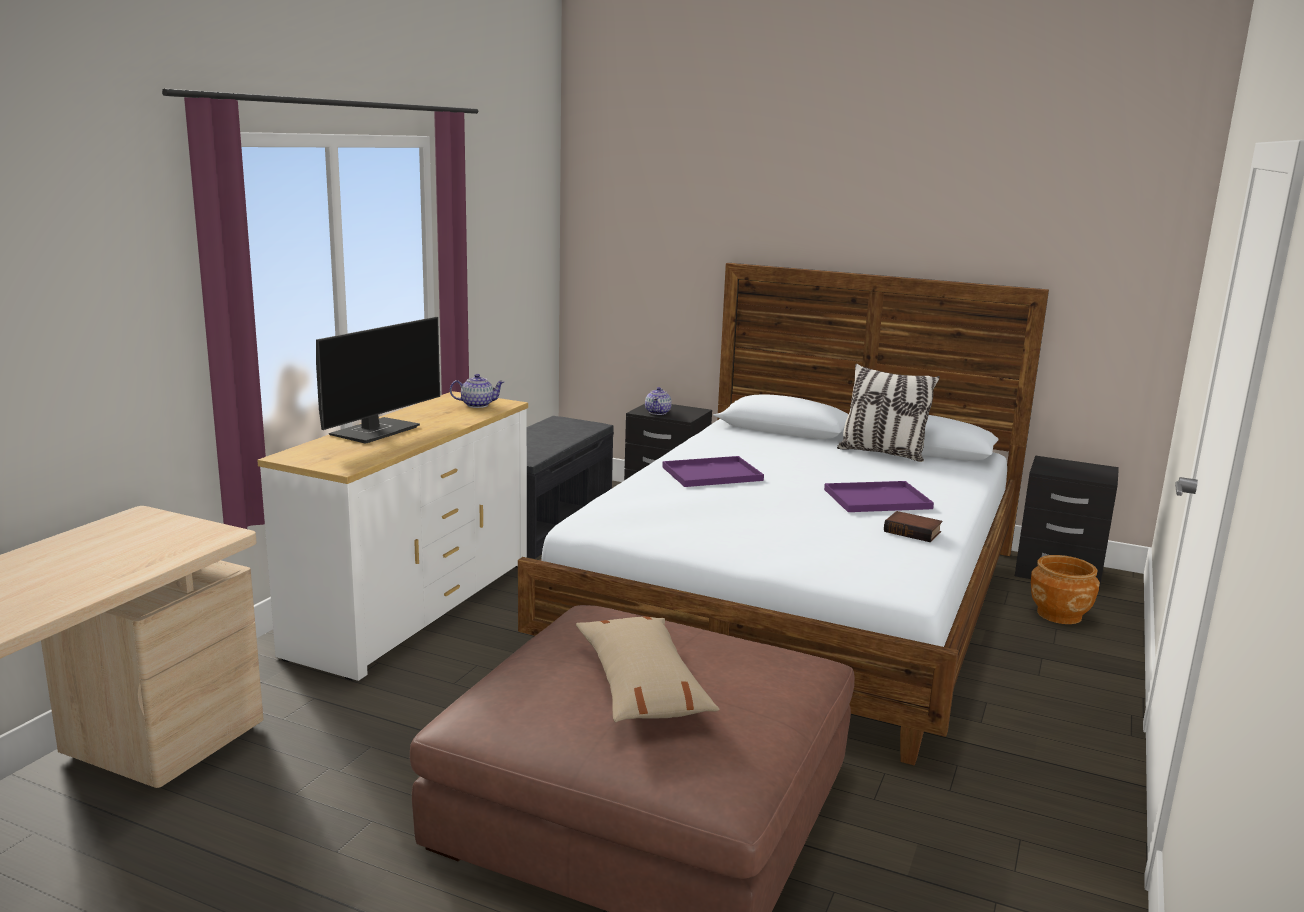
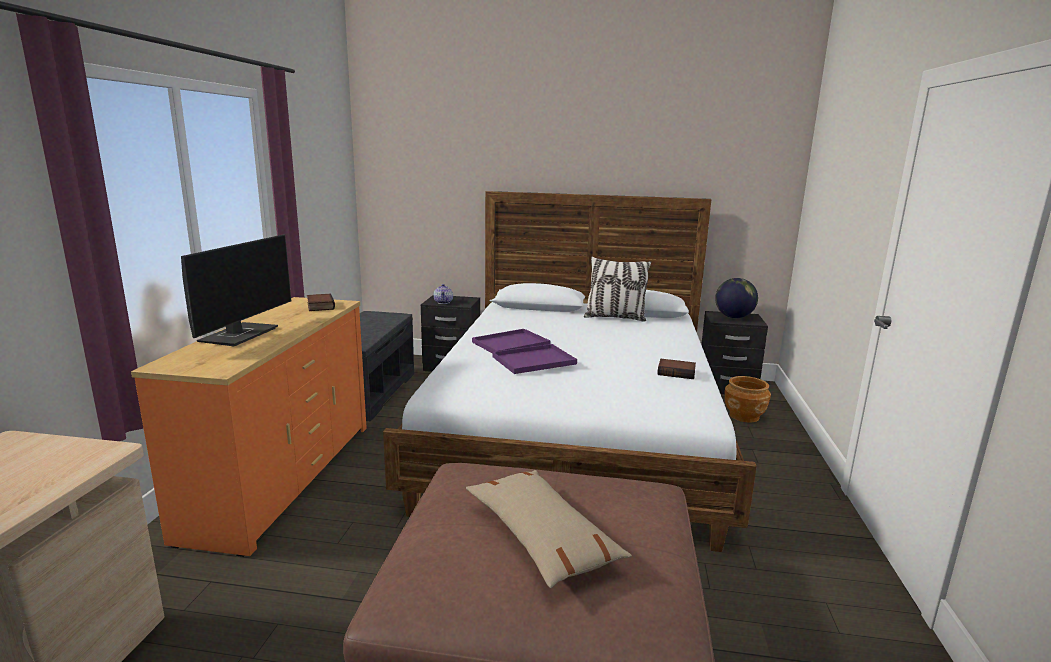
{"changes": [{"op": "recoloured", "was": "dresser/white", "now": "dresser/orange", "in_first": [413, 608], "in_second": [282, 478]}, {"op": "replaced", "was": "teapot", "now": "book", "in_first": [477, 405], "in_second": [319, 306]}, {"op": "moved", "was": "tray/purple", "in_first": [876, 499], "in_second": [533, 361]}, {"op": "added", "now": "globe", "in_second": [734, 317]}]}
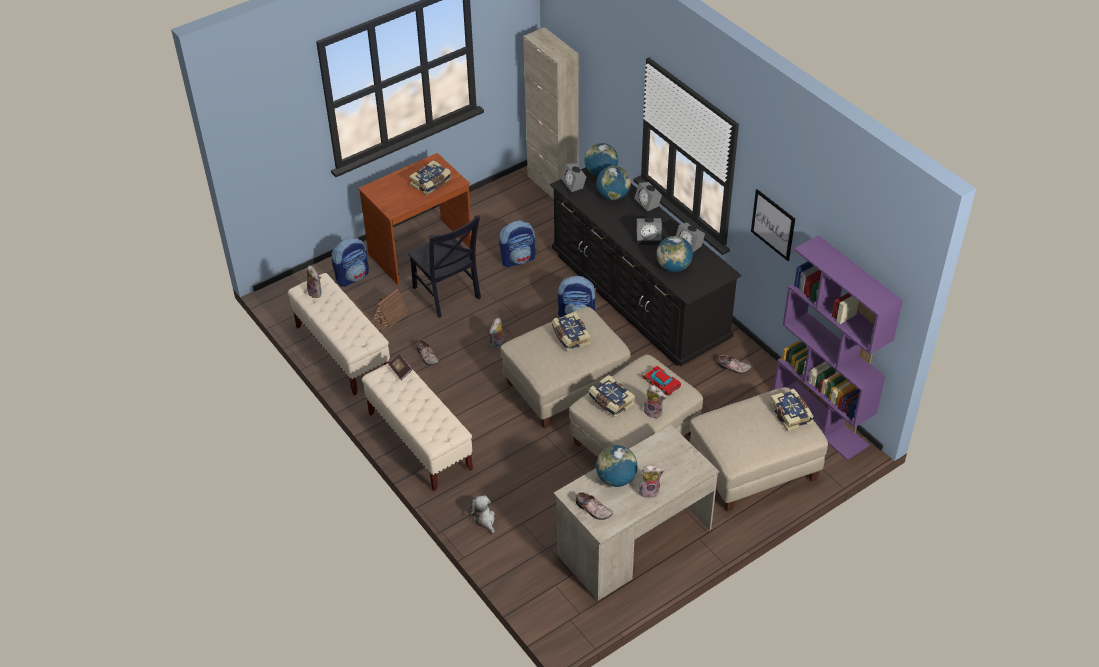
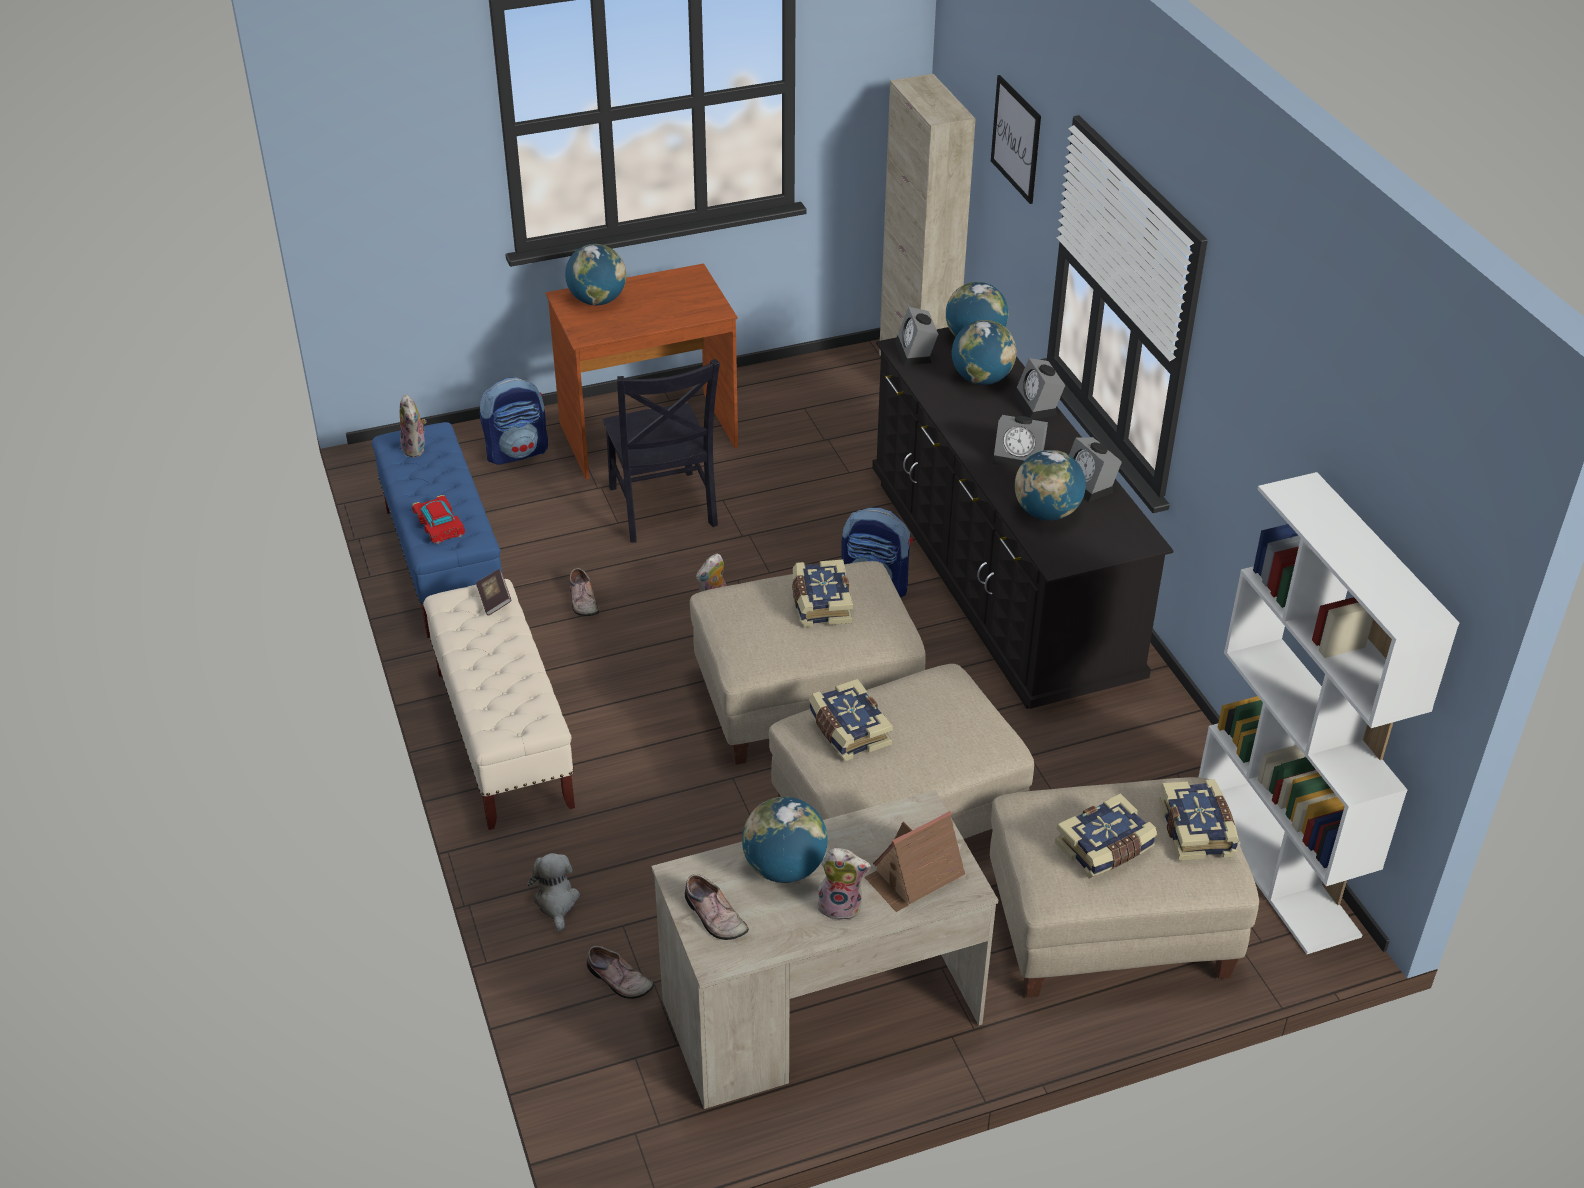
{"changes": [{"op": "recoloured", "was": "bench/beige", "now": "bench/blue", "in_first": [342, 351], "in_second": [444, 564]}, {"op": "moved", "was": "toy house", "in_first": [389, 317], "in_second": [914, 877]}, {"op": "moved", "was": "book", "in_first": [431, 183], "in_second": [1105, 848]}, {"op": "removed", "was": "backpack", "in_first": [518, 259]}, {"op": "moved", "was": "toy car", "in_first": [661, 383], "in_second": [438, 524]}, {"op": "removed", "was": "plush toy", "in_first": [654, 412]}, {"op": "moved", "was": "shoe", "in_first": [733, 368], "in_second": [618, 980]}, {"op": "moved", "was": "picture", "in_first": [773, 224], "in_second": [1016, 139]}, {"op": "recoloured", "was": "bookcase/purple", "now": "bookcase/white", "in_first": [821, 419], "in_second": [1276, 865]}, {"op": "added", "now": "globe", "in_second": [597, 300]}]}
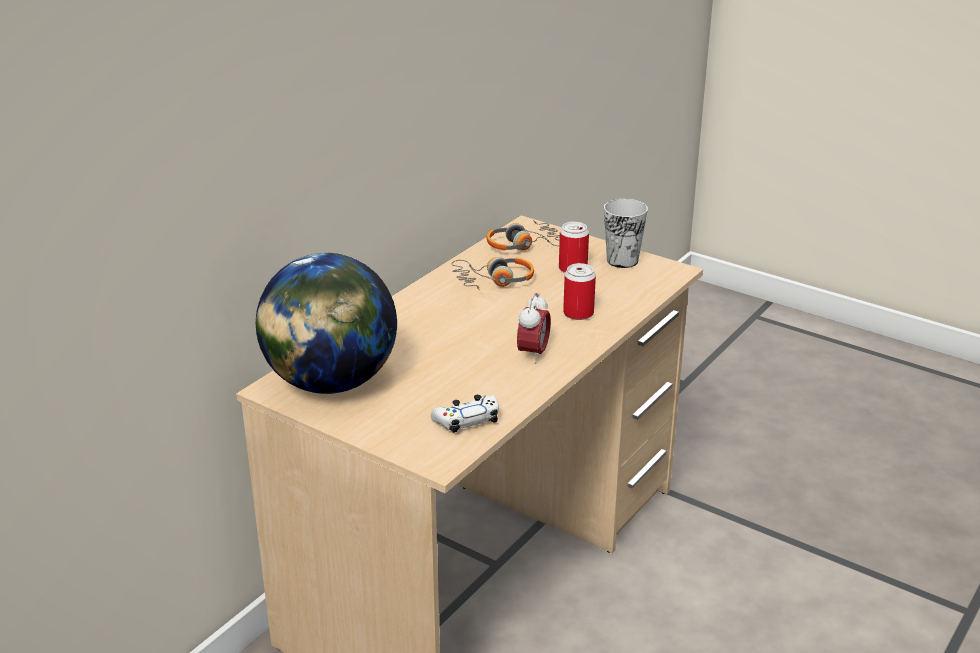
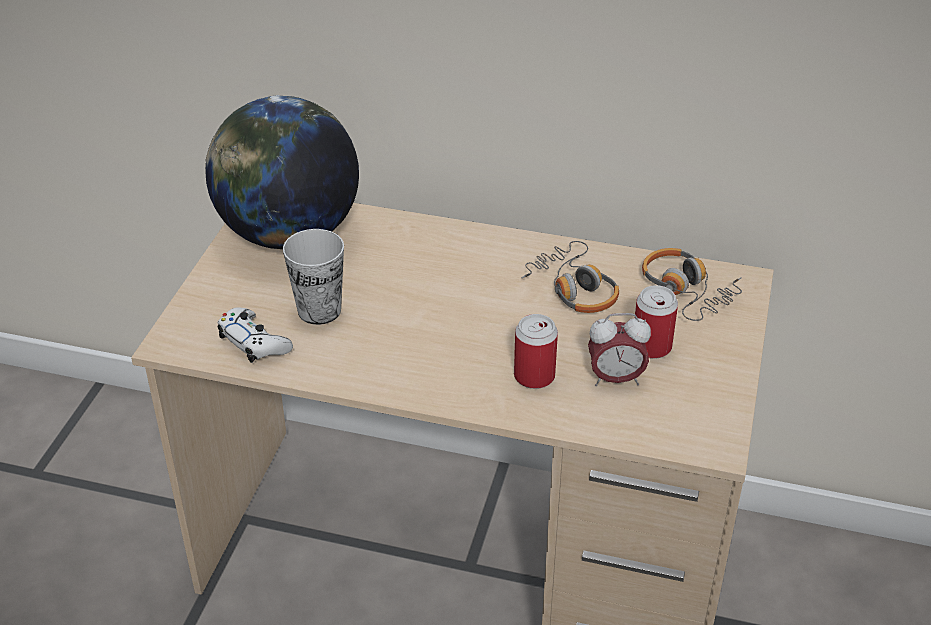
{"changes": [{"op": "moved", "was": "alarm clock", "in_first": [533, 354], "in_second": [615, 379]}, {"op": "moved", "was": "cup", "in_first": [622, 260], "in_second": [319, 310]}]}
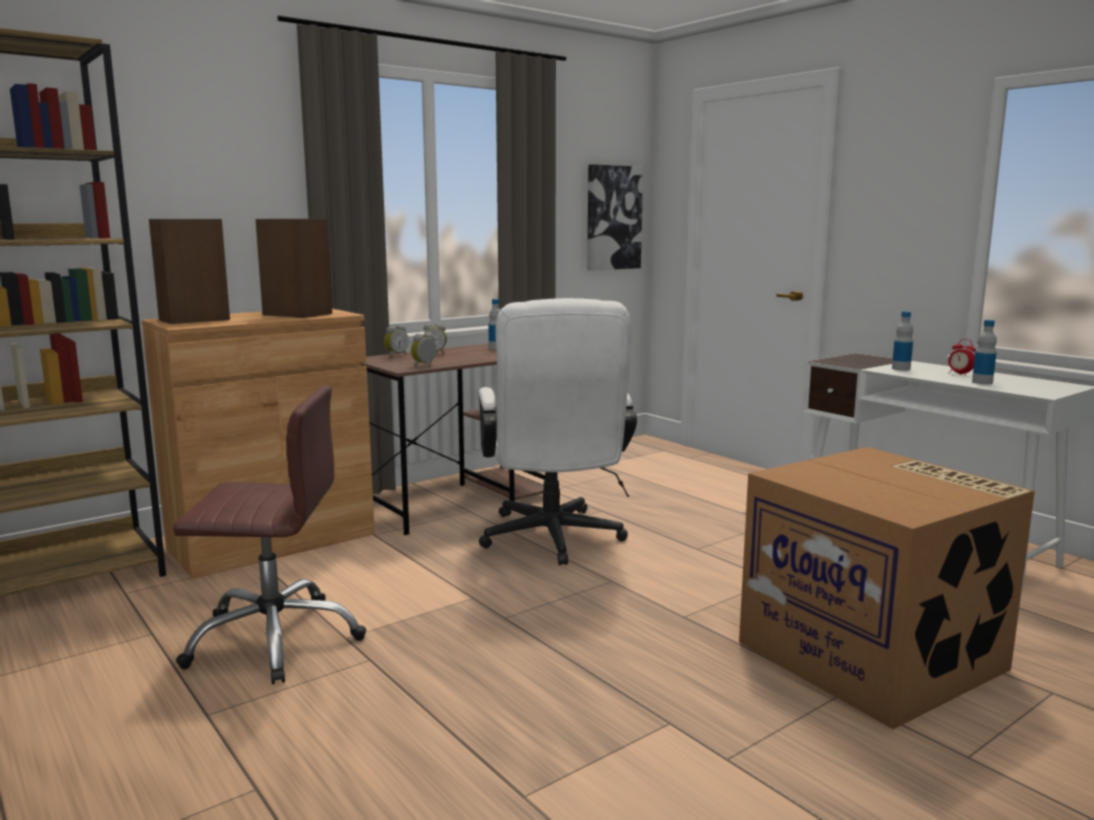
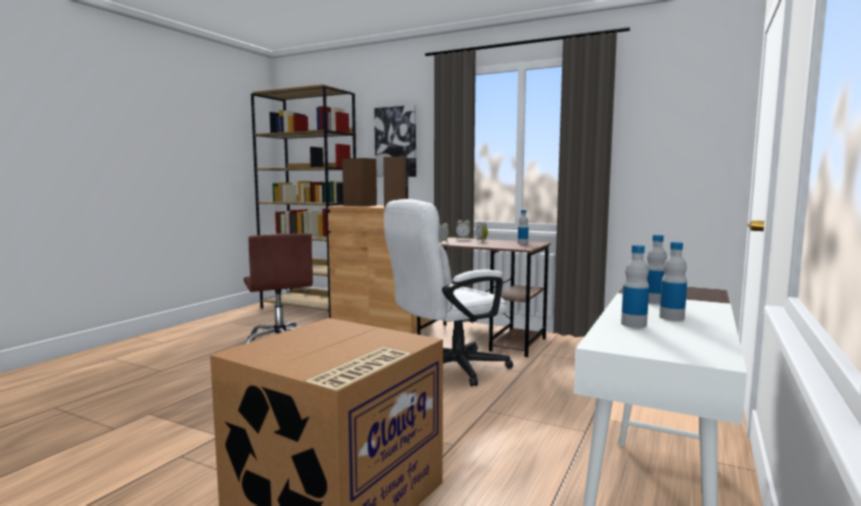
{"changes": [{"op": "moved", "was": "picture", "in_first": [613, 218], "in_second": [396, 142]}, {"op": "replaced", "was": "alarm clock", "now": "bottle", "in_first": [959, 374], "in_second": [671, 317]}]}
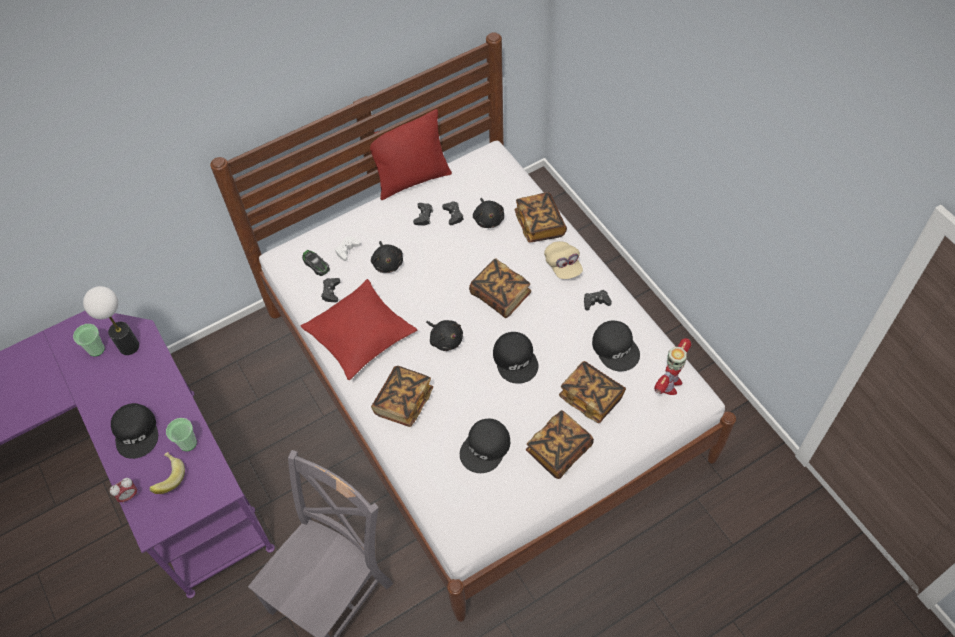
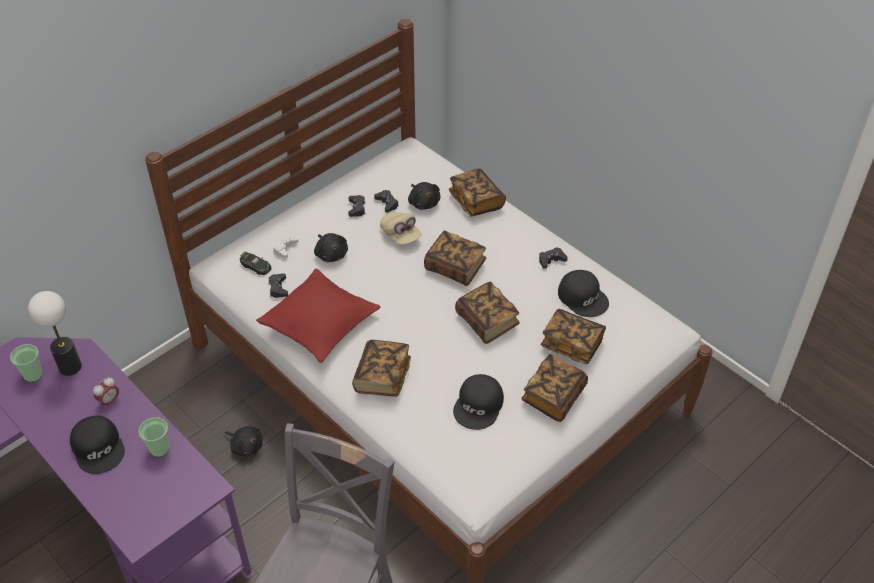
{"changes": [{"op": "moved", "was": "alarm clock", "in_first": [129, 496], "in_second": [109, 401]}, {"op": "removed", "was": "banana", "in_first": [168, 477]}, {"op": "removed", "was": "pillow/red", "in_first": [412, 179]}, {"op": "moved", "was": "plush toy/black", "in_first": [445, 339], "in_second": [246, 446]}, {"op": "replaced", "was": "cap/black", "now": "book", "in_first": [516, 359], "in_second": [487, 321]}, {"op": "moved", "was": "cap/beige", "in_first": [563, 266], "in_second": [400, 235]}, {"op": "removed", "was": "toy robot", "in_first": [670, 385]}]}
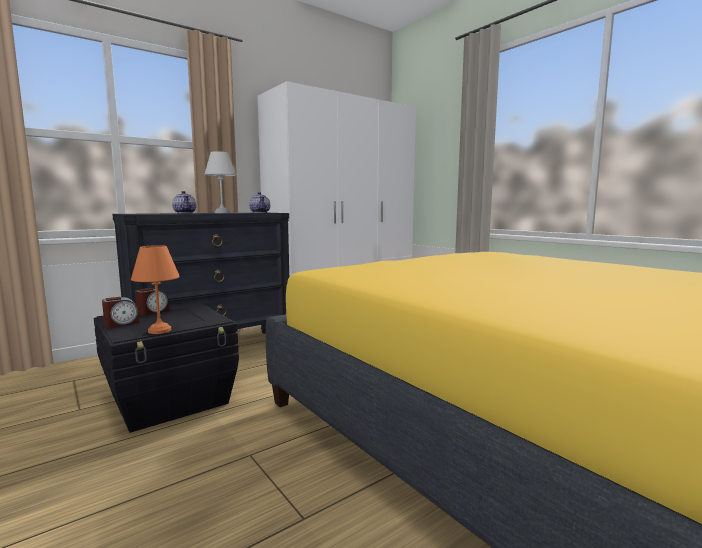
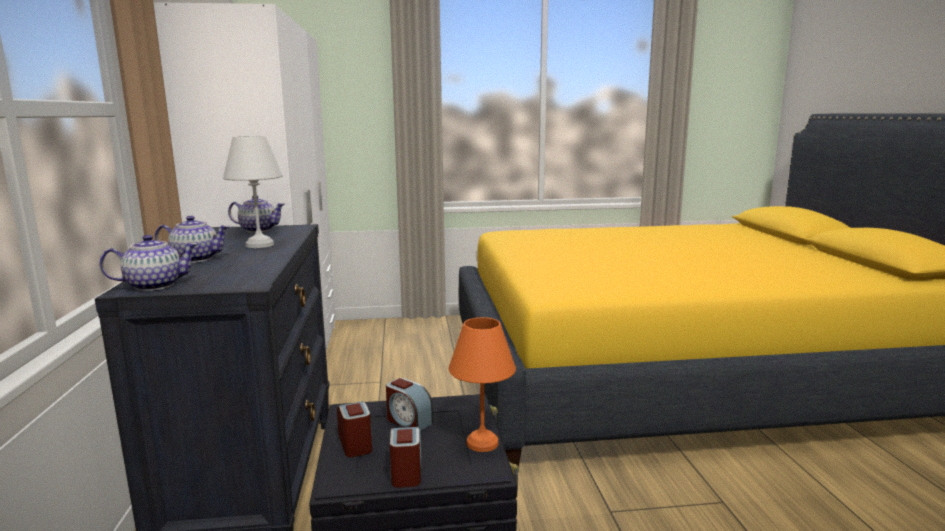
{"changes": [{"op": "added", "now": "teapot", "in_second": [154, 285]}, {"op": "added", "now": "alarm clock", "in_second": [408, 421]}]}
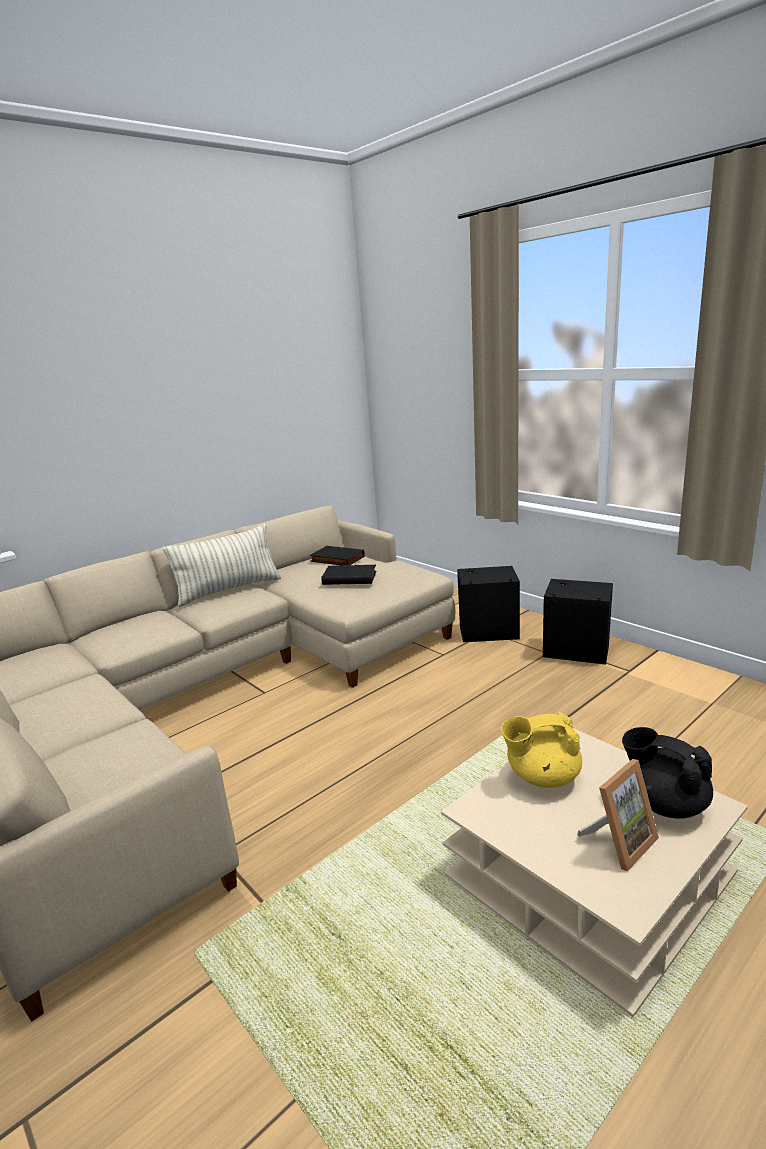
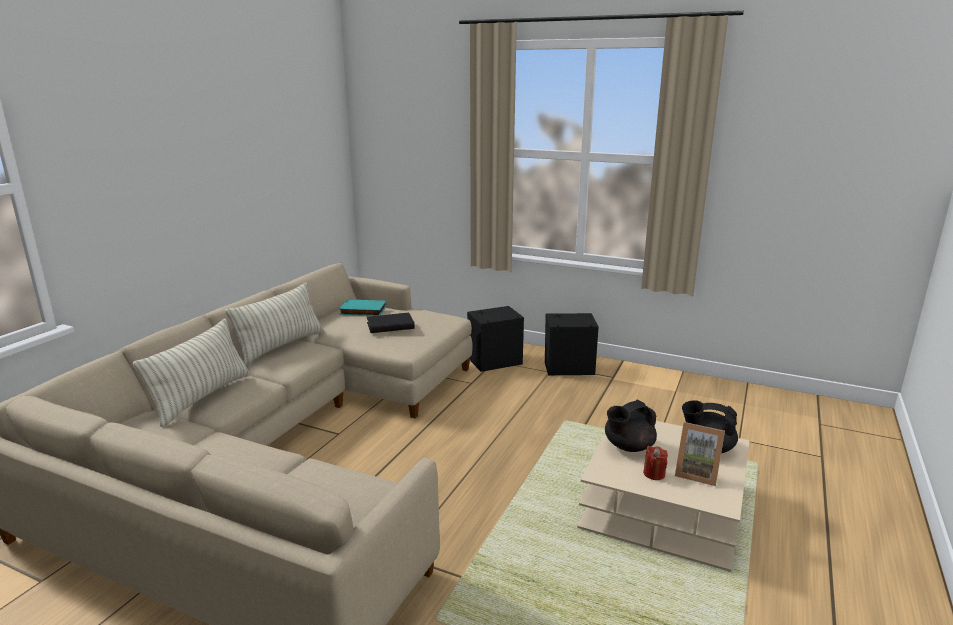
{"changes": [{"op": "recoloured", "was": "book/black", "now": "book/turquoise", "in_first": [336, 559], "in_second": [362, 311]}, {"op": "recoloured", "was": "teapot/yellow", "now": "teapot/black", "in_first": [542, 777], "in_second": [628, 446]}, {"op": "turned", "was": "picture frame", "in_first": [619, 842], "in_second": [696, 473], "clockwise": 90}, {"op": "added", "now": "pillow", "in_second": [202, 397]}, {"op": "added", "now": "candle/red", "in_second": [654, 474]}]}
